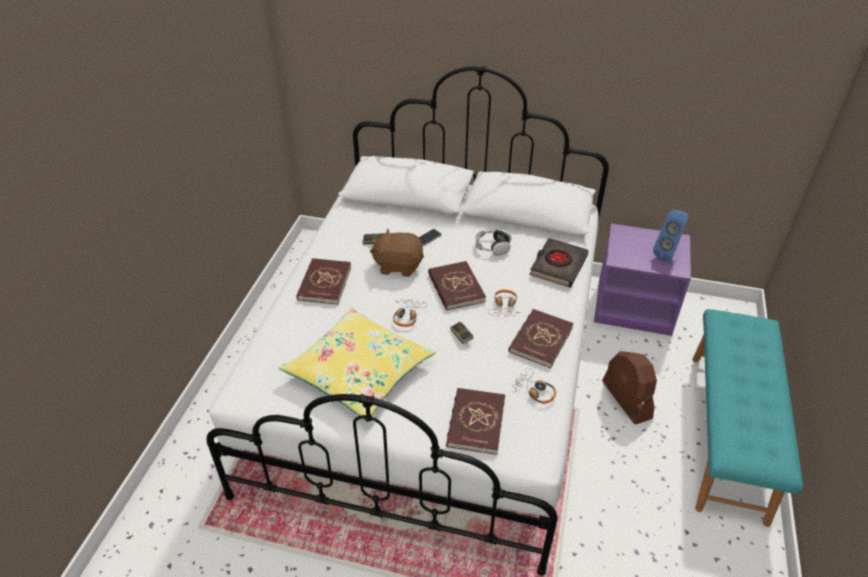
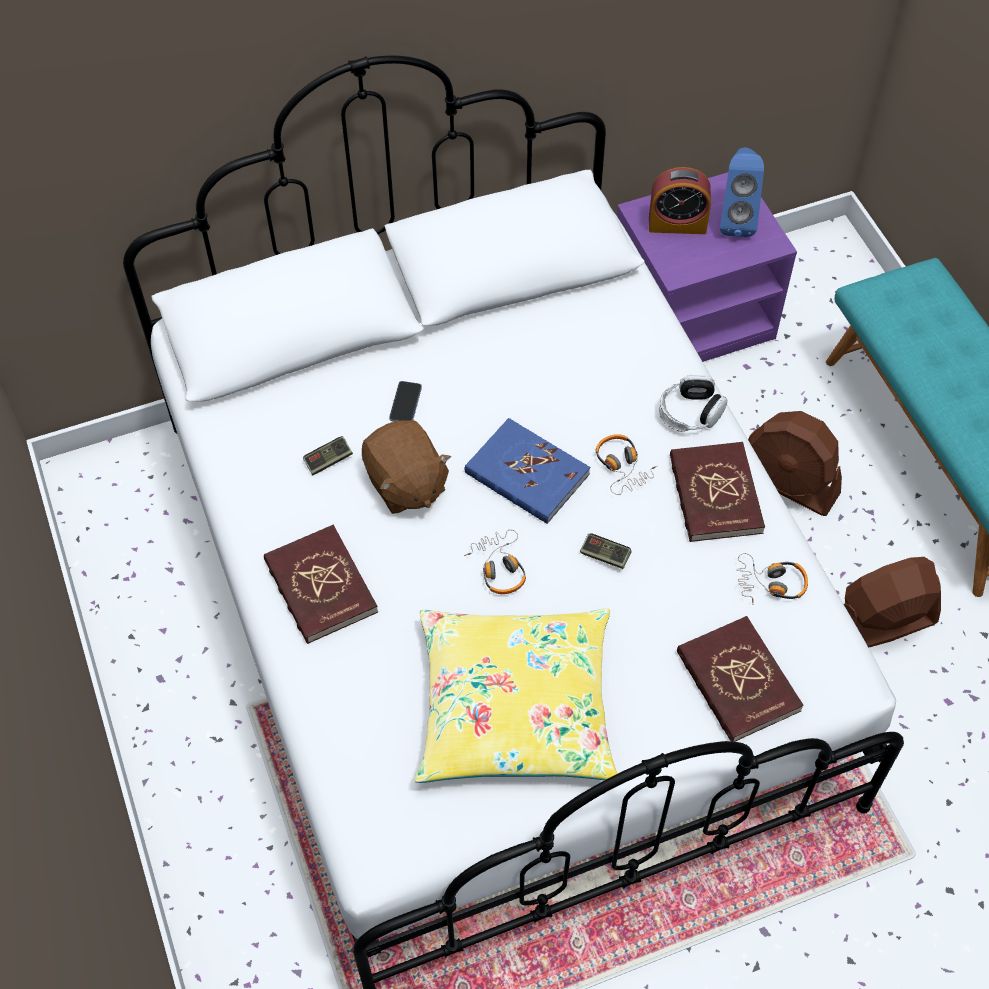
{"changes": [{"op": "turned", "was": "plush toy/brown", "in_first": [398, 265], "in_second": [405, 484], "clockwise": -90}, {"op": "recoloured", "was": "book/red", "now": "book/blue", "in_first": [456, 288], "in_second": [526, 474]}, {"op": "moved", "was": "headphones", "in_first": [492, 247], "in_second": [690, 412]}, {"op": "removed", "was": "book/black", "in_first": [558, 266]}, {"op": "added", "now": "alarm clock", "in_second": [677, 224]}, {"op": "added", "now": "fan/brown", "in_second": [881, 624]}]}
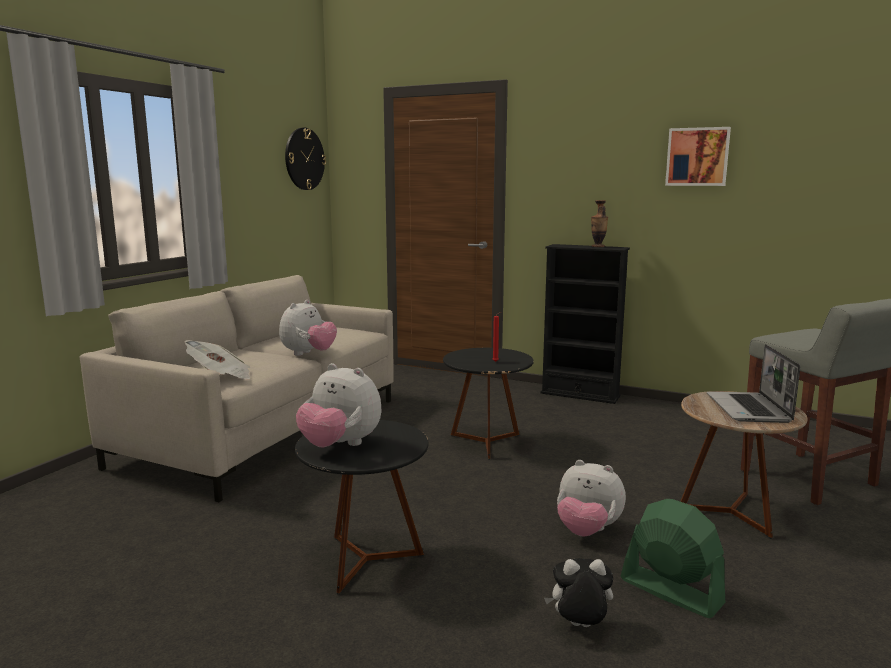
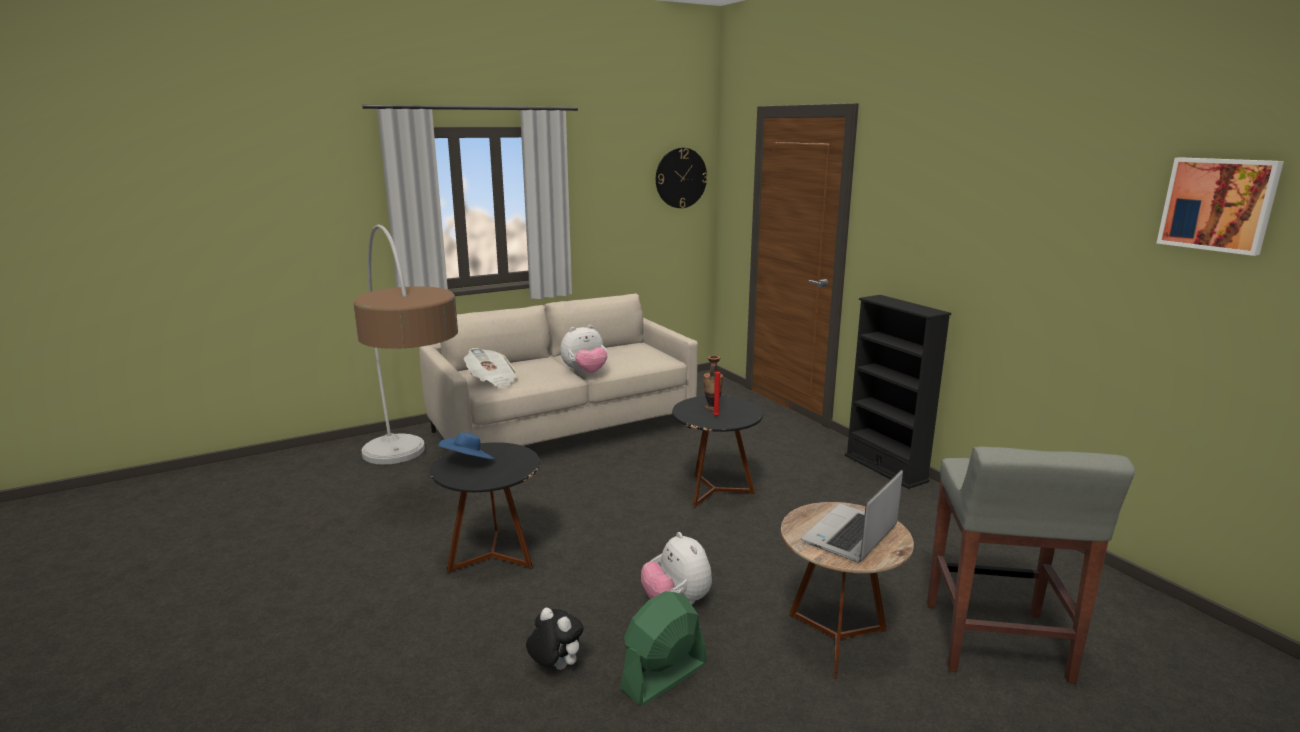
{"changes": [{"op": "replaced", "was": "plush toy", "now": "hat/blue", "in_first": [340, 445], "in_second": [468, 462]}, {"op": "moved", "was": "vase", "in_first": [598, 246], "in_second": [712, 408]}, {"op": "turned", "was": "fan/green", "in_first": [670, 591], "in_second": [663, 676], "clockwise": -120}, {"op": "moved", "was": "picture", "in_first": [697, 157], "in_second": [1218, 204]}, {"op": "added", "now": "floor lamp", "in_second": [412, 485]}]}
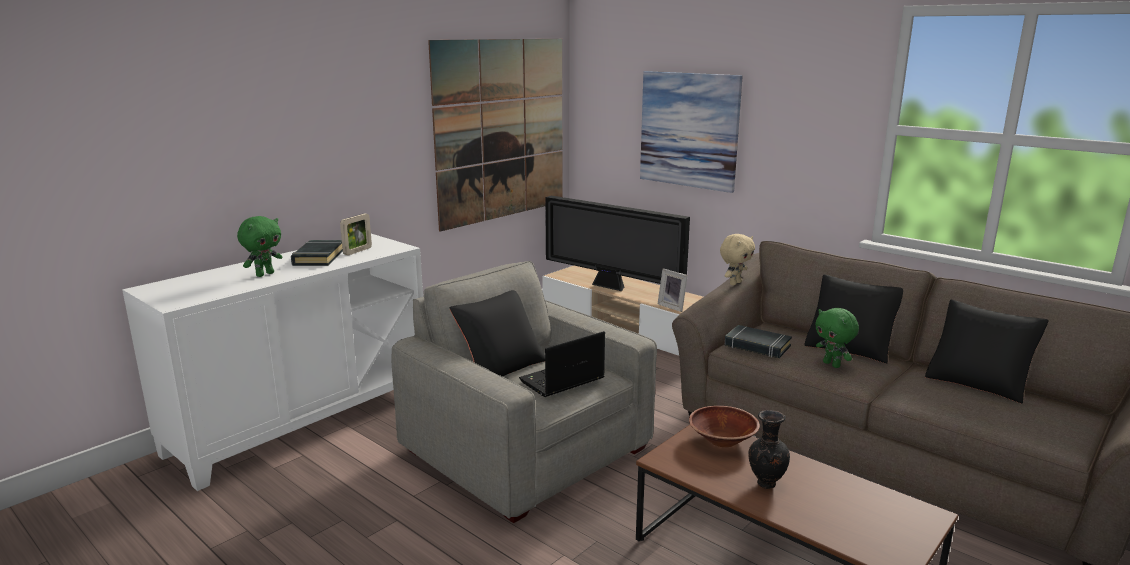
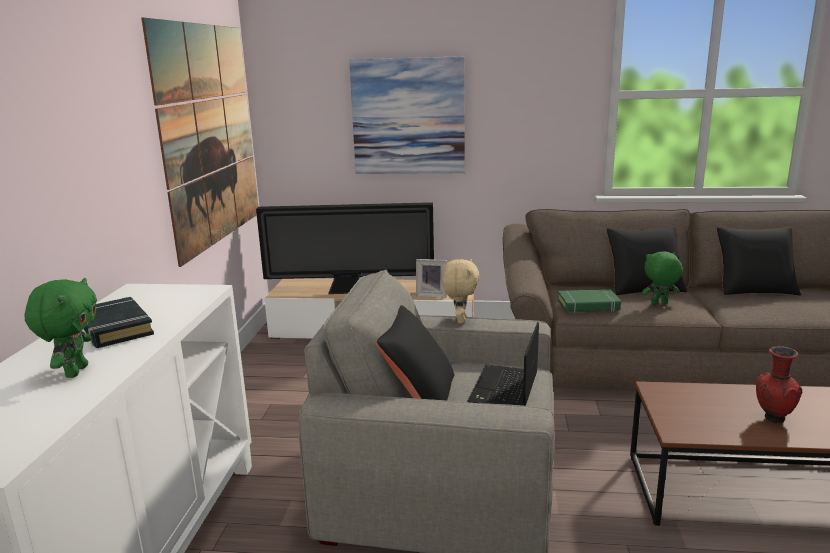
{"changes": [{"op": "removed", "was": "picture frame", "in_first": [357, 251]}, {"op": "removed", "was": "bowl/brown", "in_first": [722, 440]}, {"op": "moved", "was": "plush toy/beige", "in_first": [734, 283], "in_second": [460, 320]}, {"op": "recoloured", "was": "book/black", "now": "book/green", "in_first": [757, 346], "in_second": [588, 305]}, {"op": "recoloured", "was": "vase/black", "now": "vase/red", "in_first": [765, 483], "in_second": [772, 418]}, {"op": "turned", "was": "plush toy/green", "in_first": [832, 364], "in_second": [659, 304], "clockwise": 150}]}
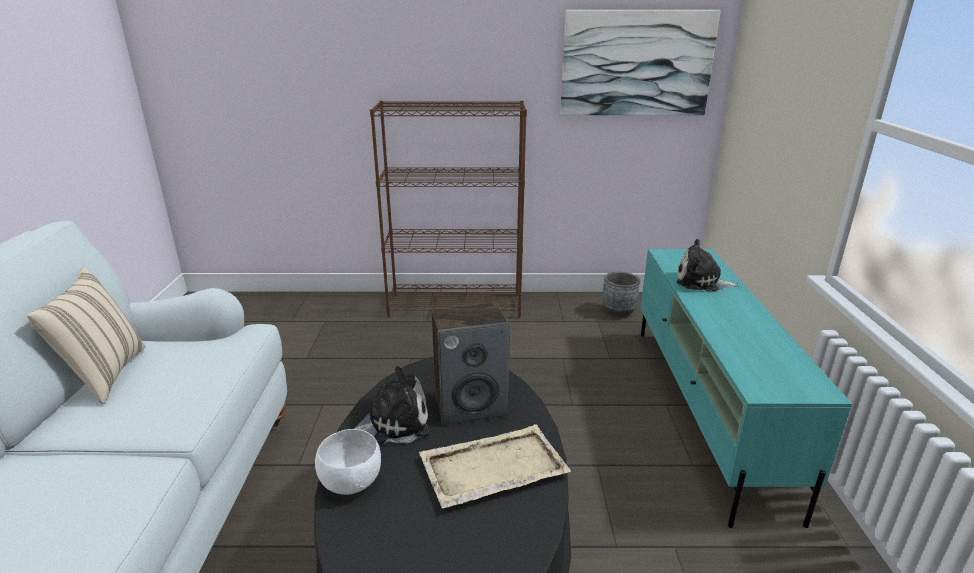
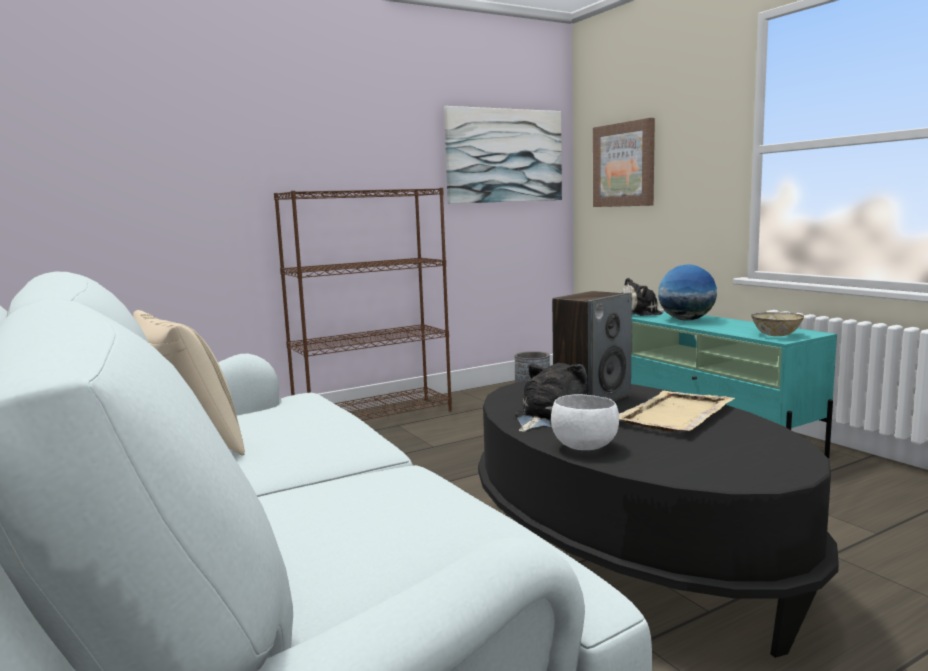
{"changes": [{"op": "added", "now": "picture", "in_second": [624, 165]}, {"op": "added", "now": "globe", "in_second": [686, 320]}, {"op": "added", "now": "bowl", "in_second": [775, 335]}]}
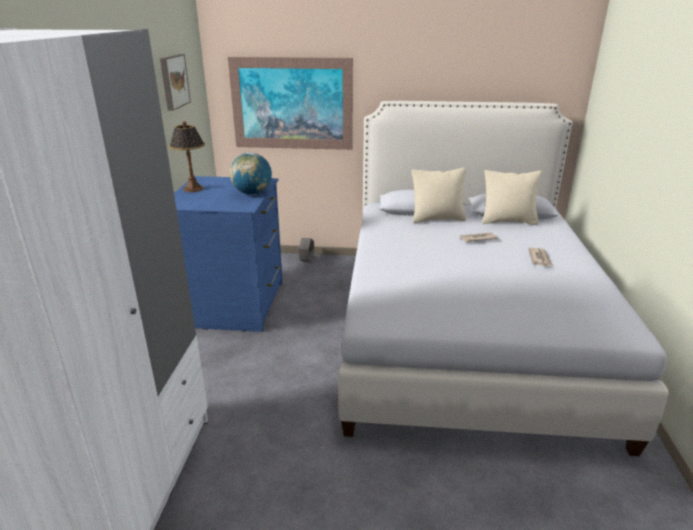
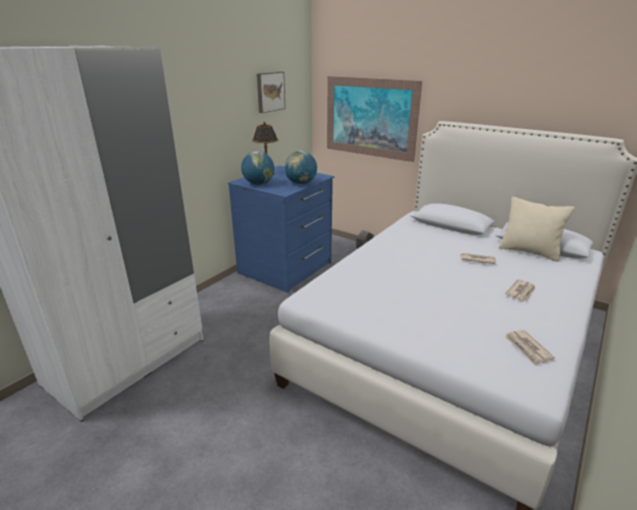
{"changes": [{"op": "removed", "was": "pillow/beige", "in_first": [437, 219]}, {"op": "added", "now": "globe", "in_second": [258, 184]}, {"op": "added", "now": "newspaper", "in_second": [527, 349]}]}
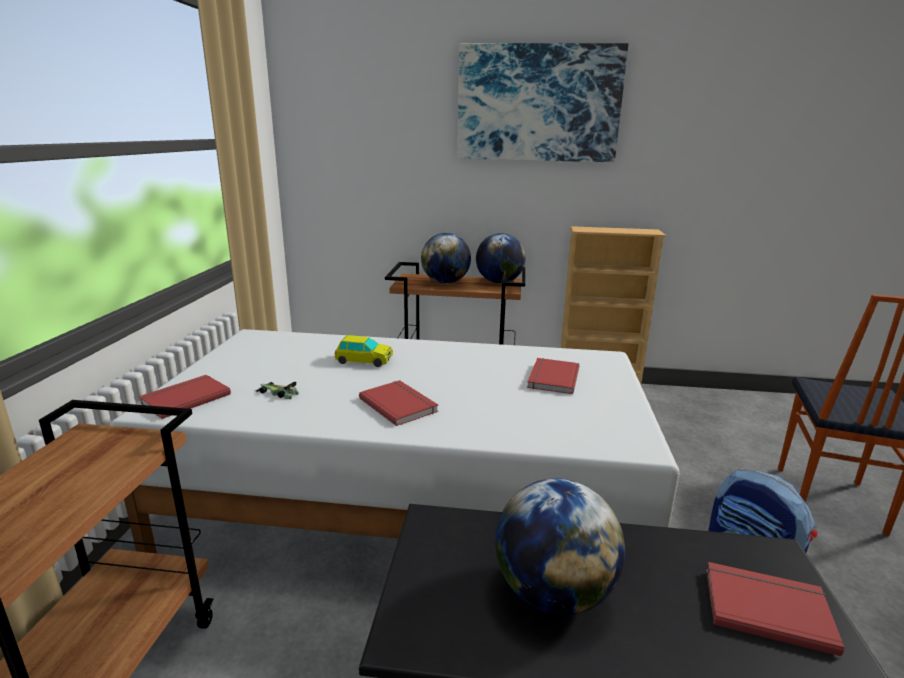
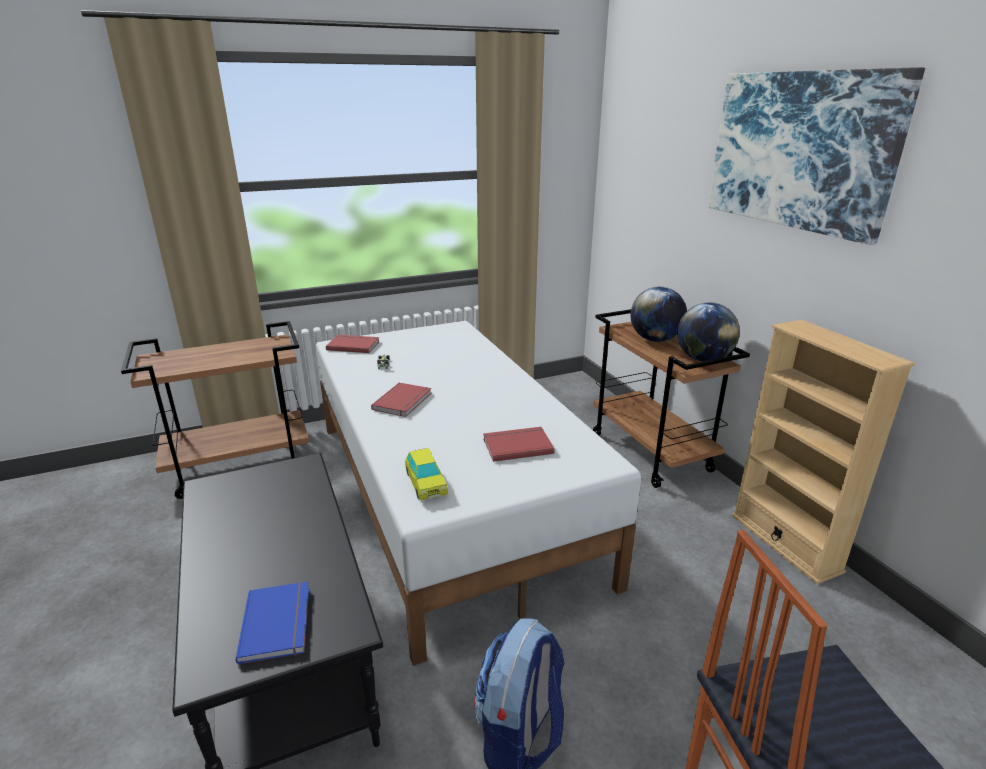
{"changes": [{"op": "moved", "was": "toy car", "in_first": [364, 360], "in_second": [426, 484]}, {"op": "removed", "was": "globe", "in_first": [553, 592]}, {"op": "recoloured", "was": "book/red", "now": "book/blue", "in_first": [766, 607], "in_second": [279, 623]}]}
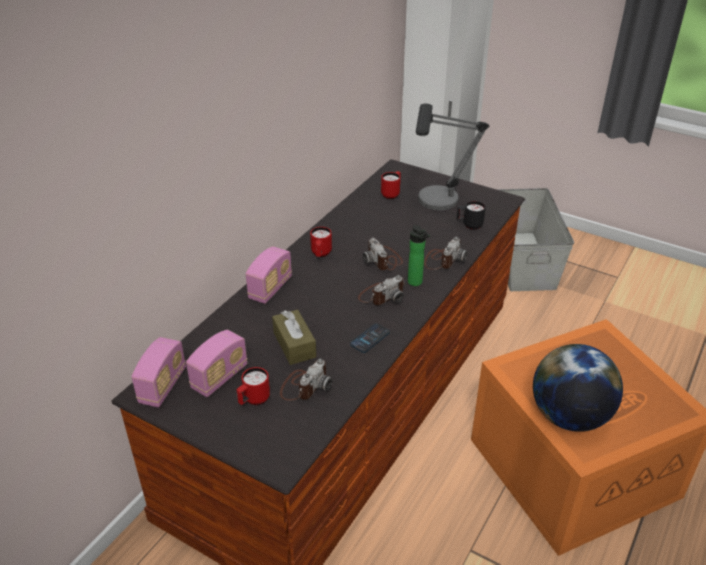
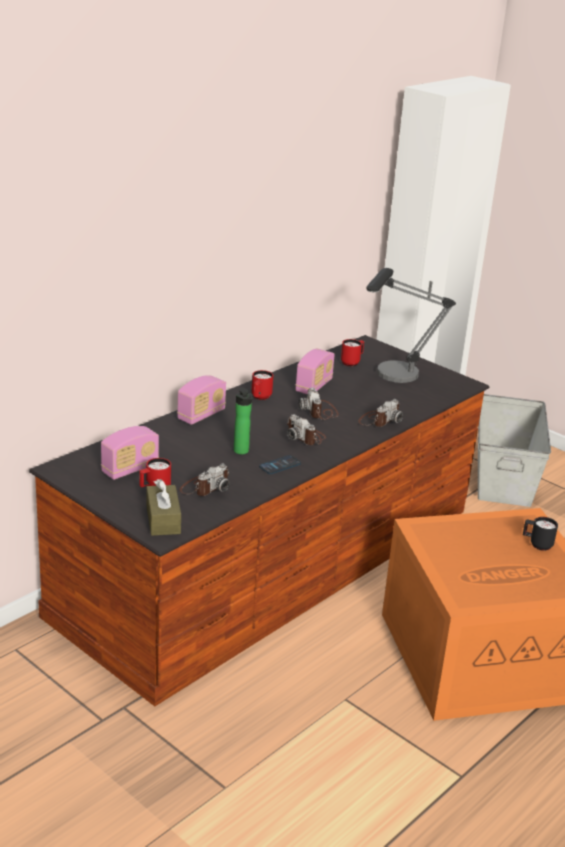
{"changes": [{"op": "moved", "was": "radio", "in_first": [163, 386], "in_second": [314, 386]}, {"op": "moved", "was": "tissue box/brown", "in_first": [294, 345], "in_second": [163, 519]}, {"op": "turned", "was": "photo camera", "in_first": [381, 295], "in_second": [305, 436], "clockwise": 75}, {"op": "moved", "was": "bottle", "in_first": [416, 283], "in_second": [241, 452]}, {"op": "moved", "was": "mug/black", "in_first": [469, 225], "in_second": [537, 544]}, {"op": "removed", "was": "globe", "in_first": [569, 416]}]}
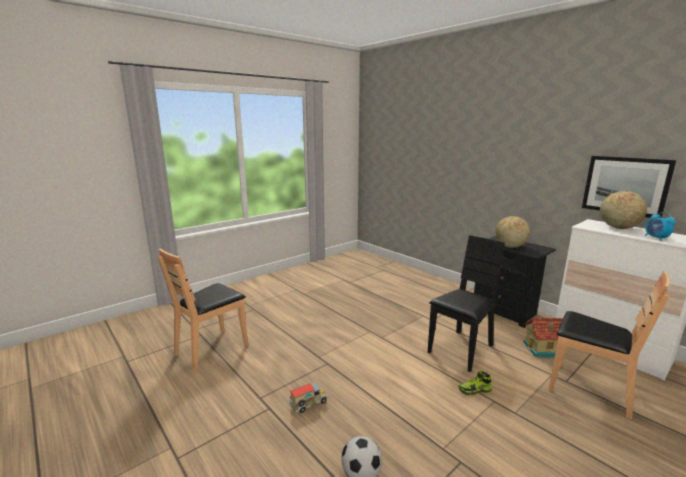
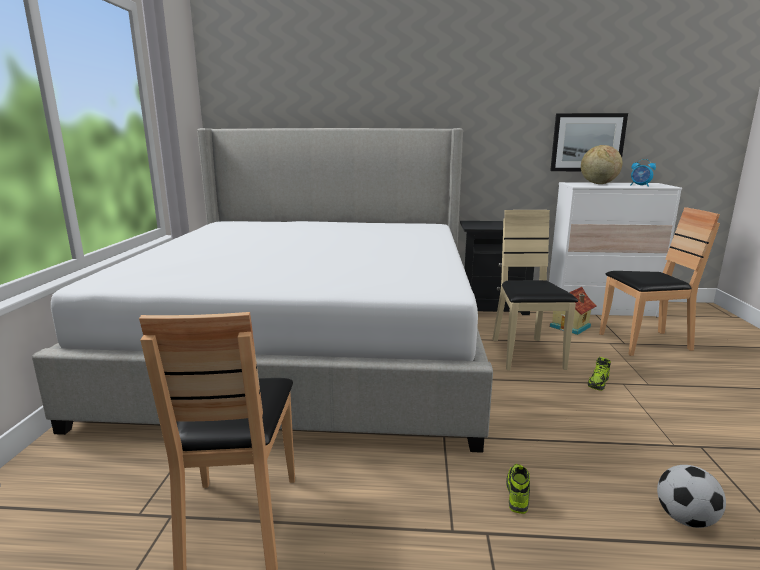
{"changes": [{"op": "replaced", "was": "toy truck", "now": "shoe", "in_first": [309, 405], "in_second": [517, 493]}, {"op": "recoloured", "was": "chair/black", "now": "chair/beige", "in_first": [461, 350], "in_second": [525, 354]}, {"op": "removed", "was": "globe", "in_first": [510, 247]}, {"op": "added", "now": "bed", "in_second": [310, 347]}]}
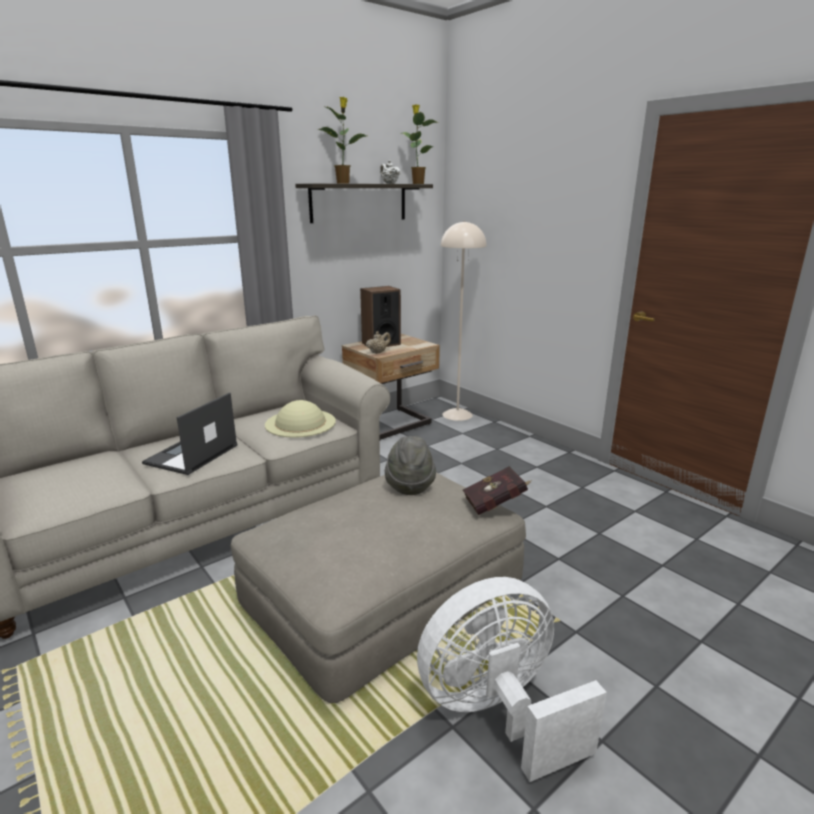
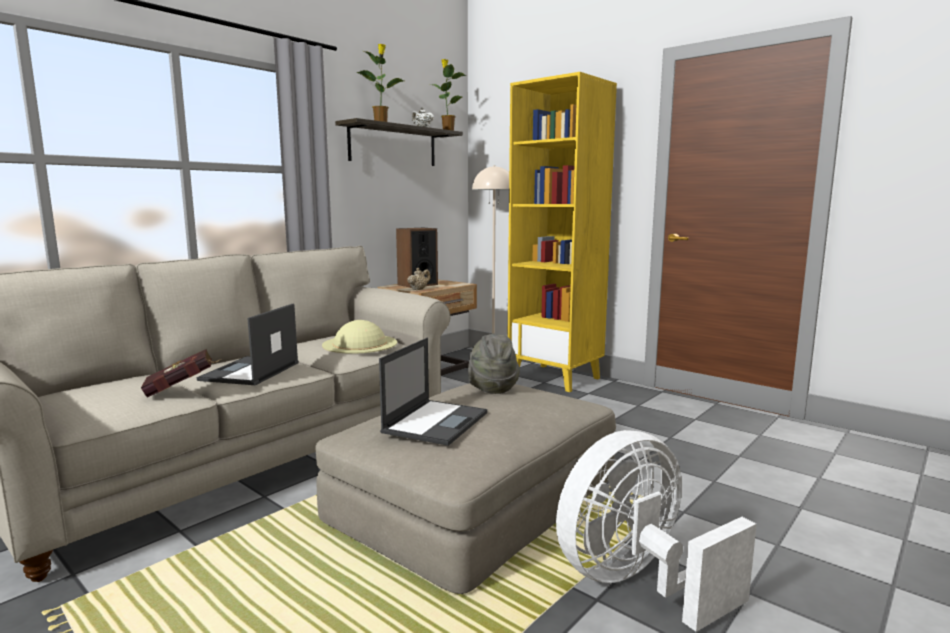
{"changes": [{"op": "moved", "was": "book/red", "in_first": [496, 504], "in_second": [183, 389]}, {"op": "added", "now": "laptop", "in_second": [436, 422]}, {"op": "added", "now": "bookcase/yellow", "in_second": [556, 378]}]}
